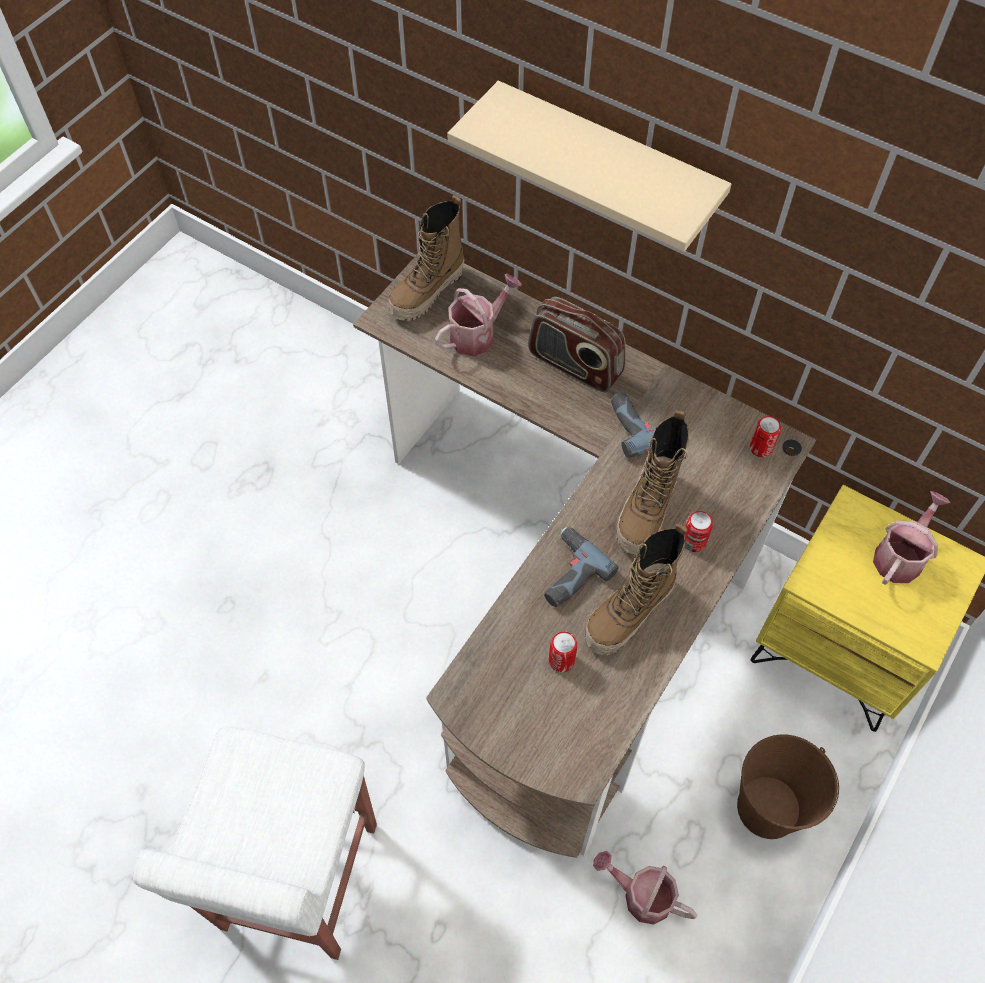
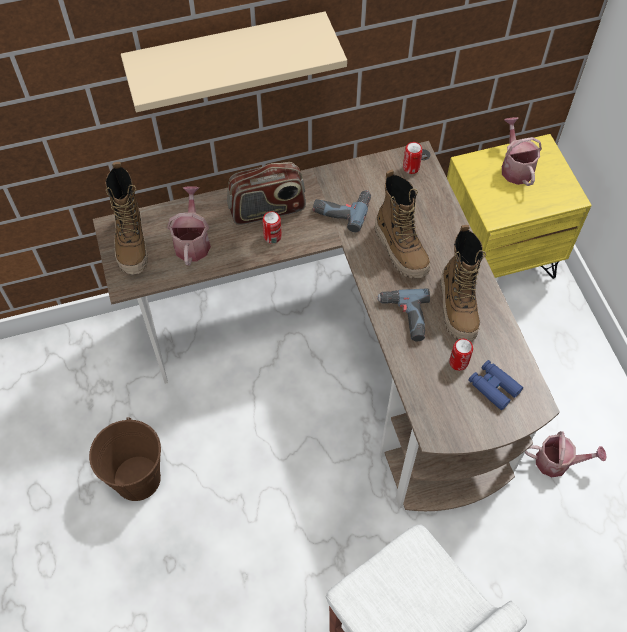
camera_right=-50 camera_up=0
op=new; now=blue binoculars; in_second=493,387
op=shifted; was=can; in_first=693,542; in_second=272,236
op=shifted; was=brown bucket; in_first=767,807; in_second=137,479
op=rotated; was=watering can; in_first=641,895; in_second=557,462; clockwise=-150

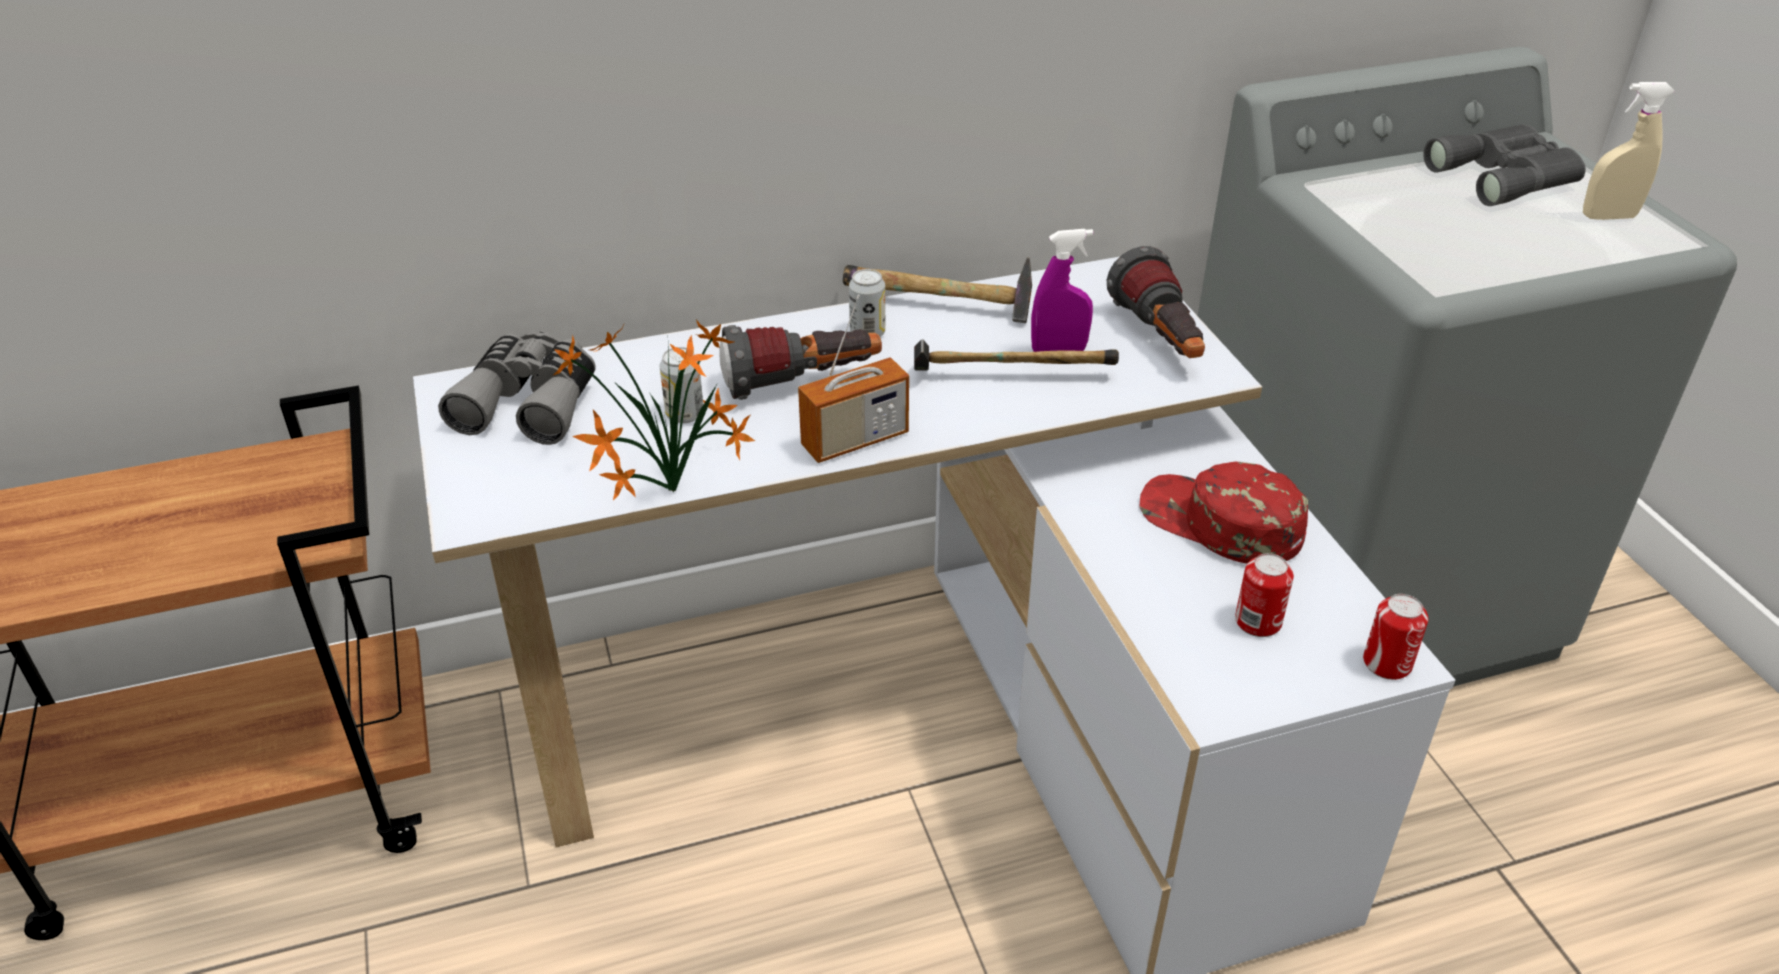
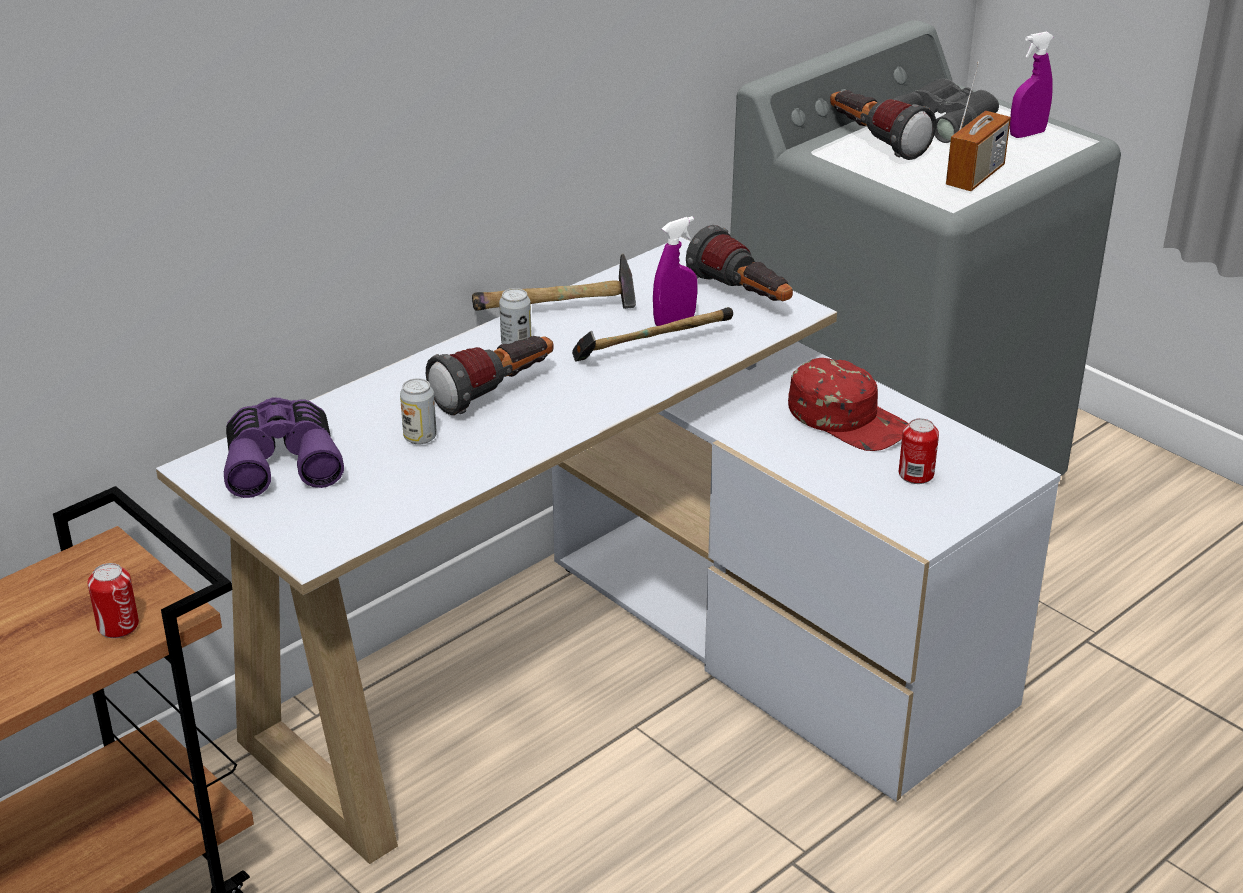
camera_right=-25 camera_up=-5
op=gone; was=potted plant; in_first=669,494
op=new; now=flashlight; in_second=874,142
op=shifted; was=radio; in_first=855,440; in_second=975,176
op=shifted; was=can; in_first=1387,663; in_second=118,626
op=repainted; was=grey binoculars; now=purple binoculars; in_first=531,403; in_second=282,461
op=repainted; was=beige spray bottle; now=purple spray bottle; in_first=1608,217; in_second=1027,134
op=rotated; was=red cap; in_first=1219,522; in_second=848,418; clockwise=-150

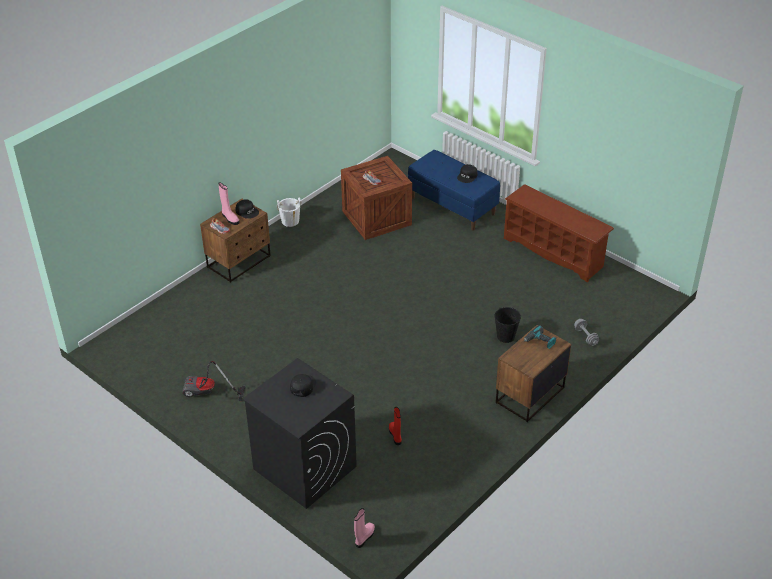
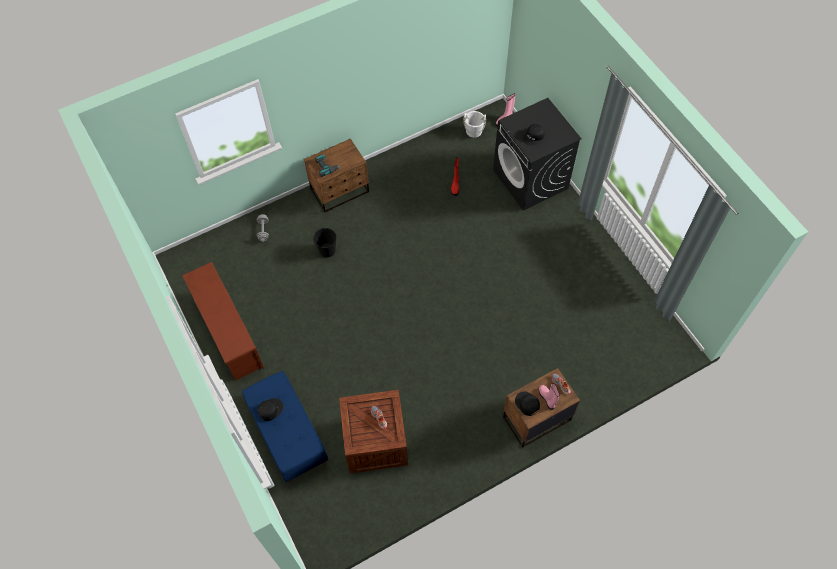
camera_right=-160 camera_up=20
op=gone; was=vacuum cleaner; in_first=208,393
op=shifted; was=white bucket; in_first=290,221; in_second=474,131

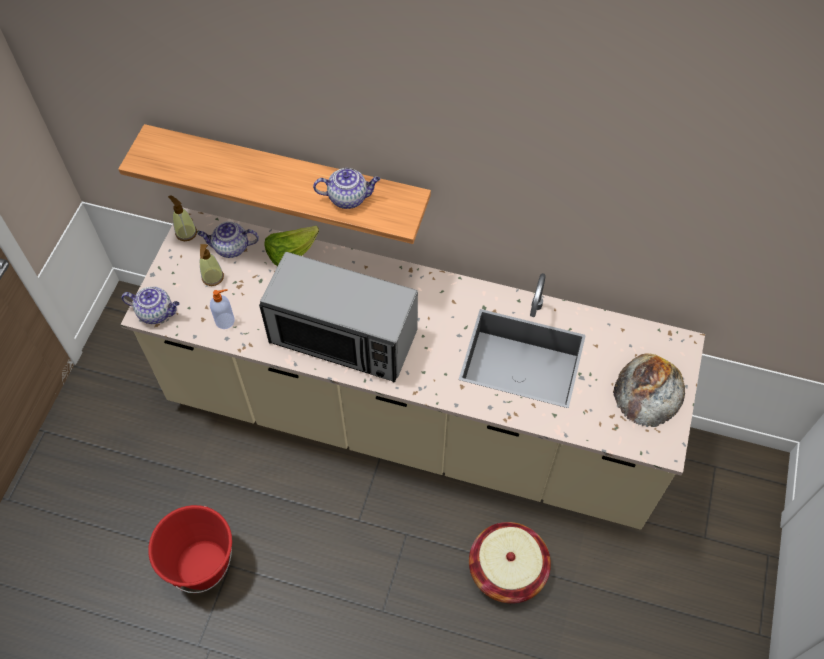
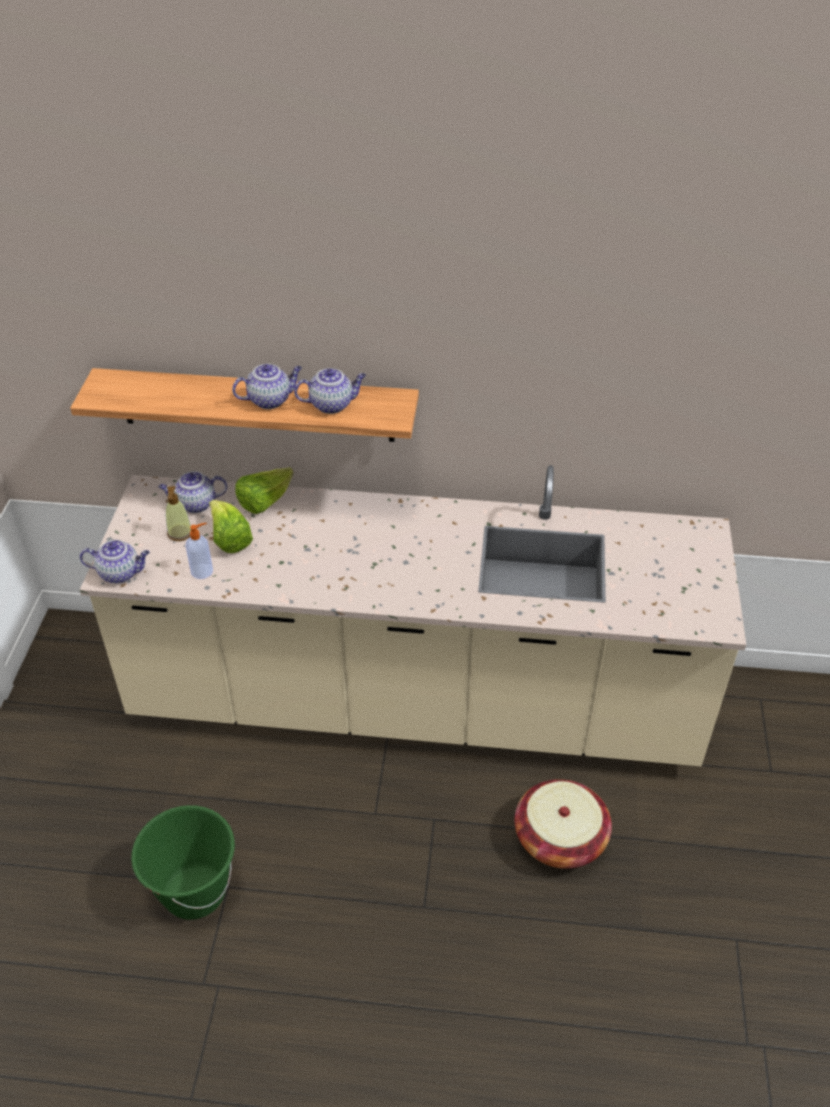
camera_right=-10 camera_up=-15
op=gone; was=soap dispenser; in_first=186,232
op=gone; was=microwave; in_first=343,337
op=gone; was=bread; in_first=649,389
op=new; now=lettuce; in_second=230,539
op=new; now=teapot; in_second=270,400
op=repainted; was=red bucket; now=green bucket; in_first=202,565; in_second=194,892

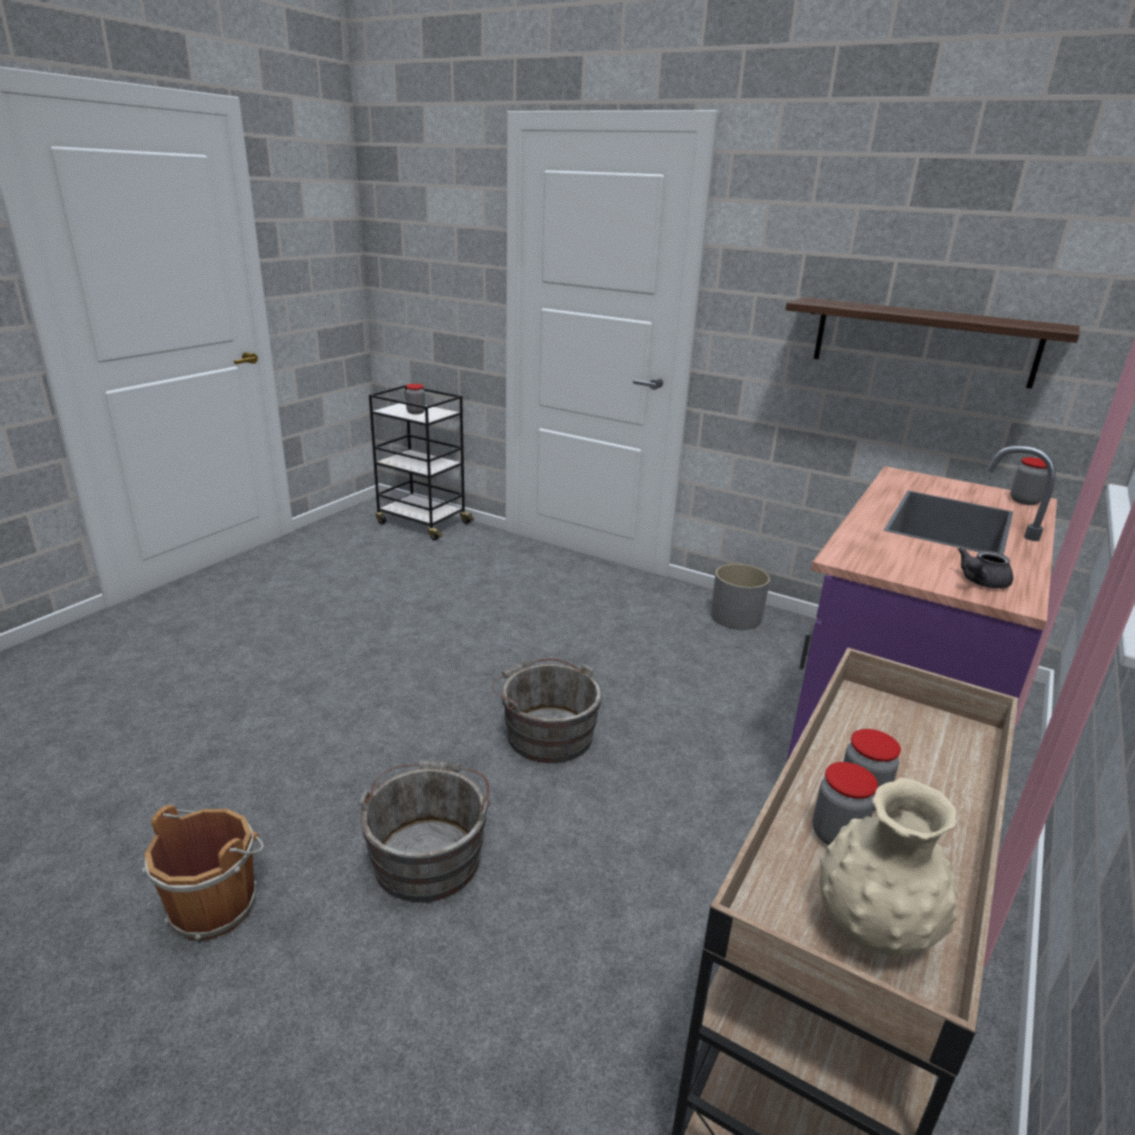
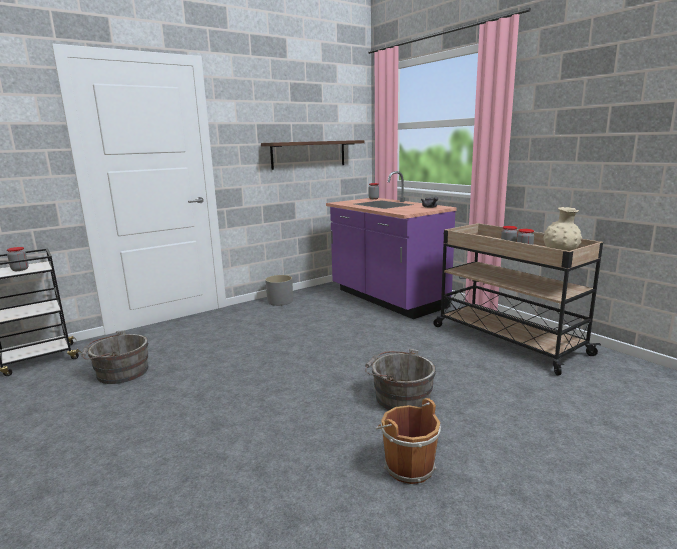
camera_right=-65 camera_up=-10
op=shifted; was=grey bucket; in_first=546,732; in_second=119,373

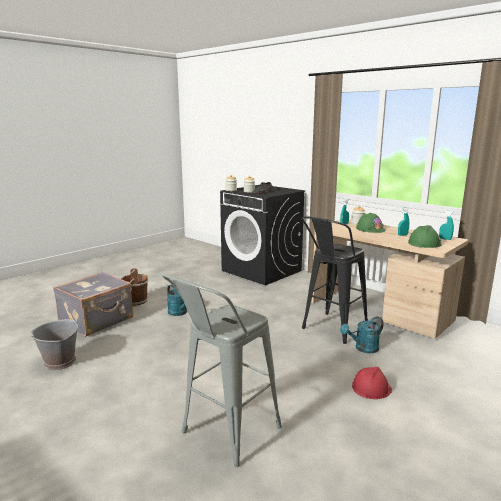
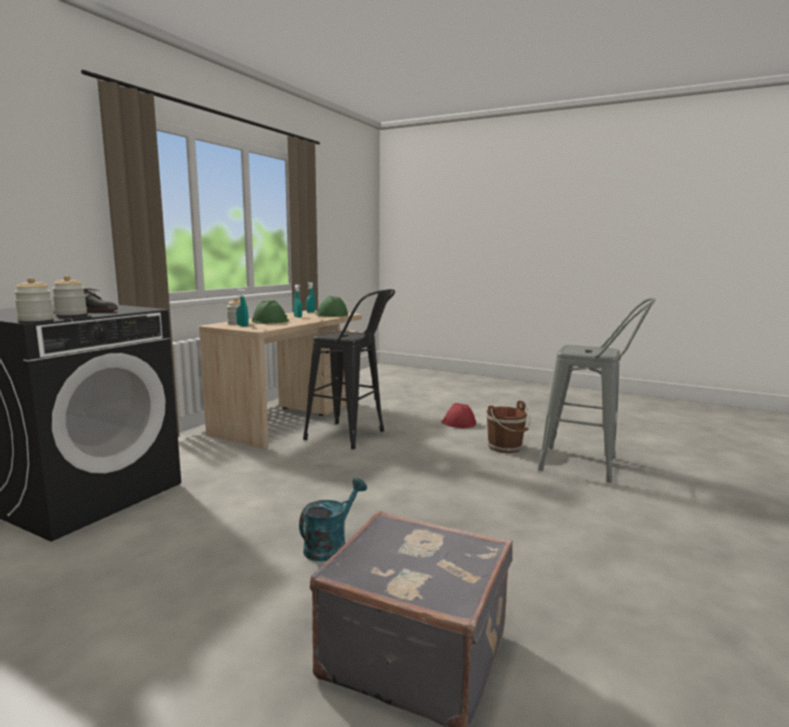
camera_right=-105 camera_up=-5
op=gone; was=grey bucket; in_first=59,362
op=gone; was=turquoise watering can; in_first=363,348
op=shifted; was=brown bucket; in_first=134,301; in_second=506,447

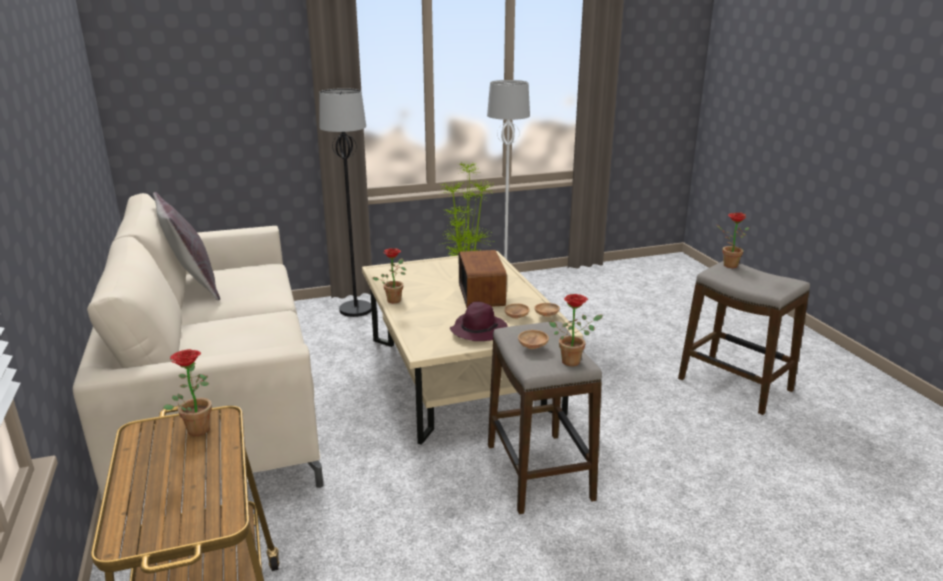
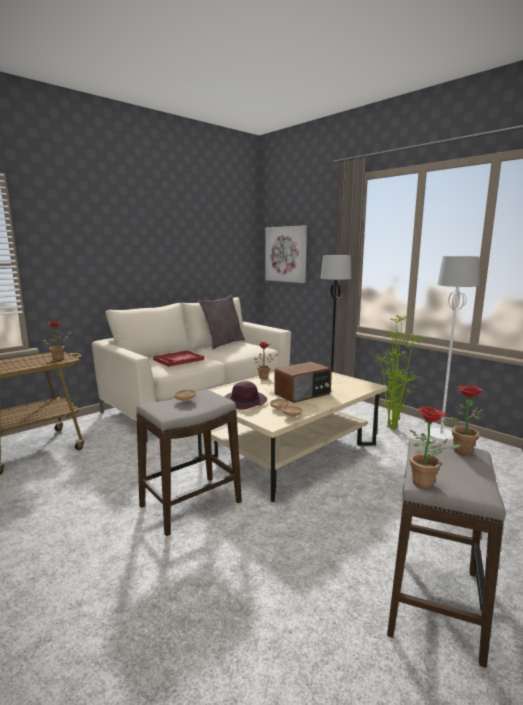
camera_right=65 camera_up=-10
op=new; now=red tray; in_second=179,360
op=new; now=picture; in_second=286,254
op=shifted; was=potted plant; in_first=574,360; in_second=427,484

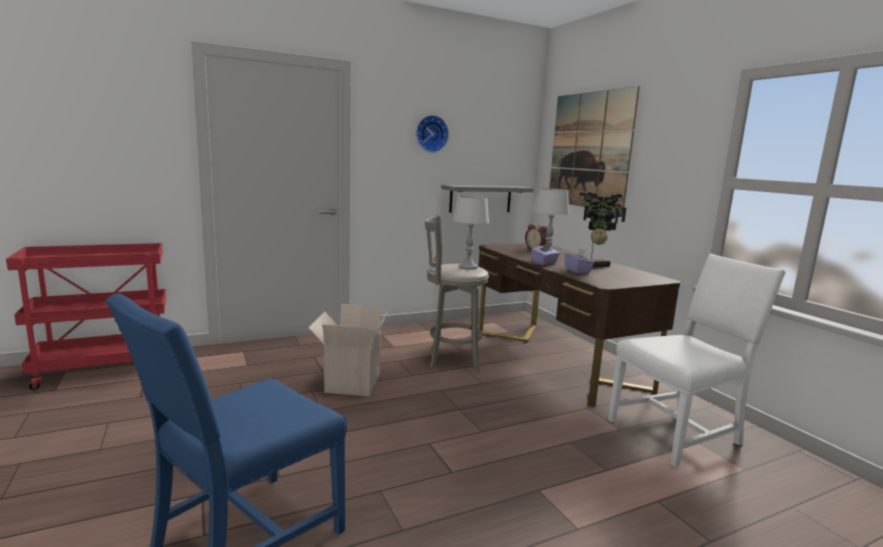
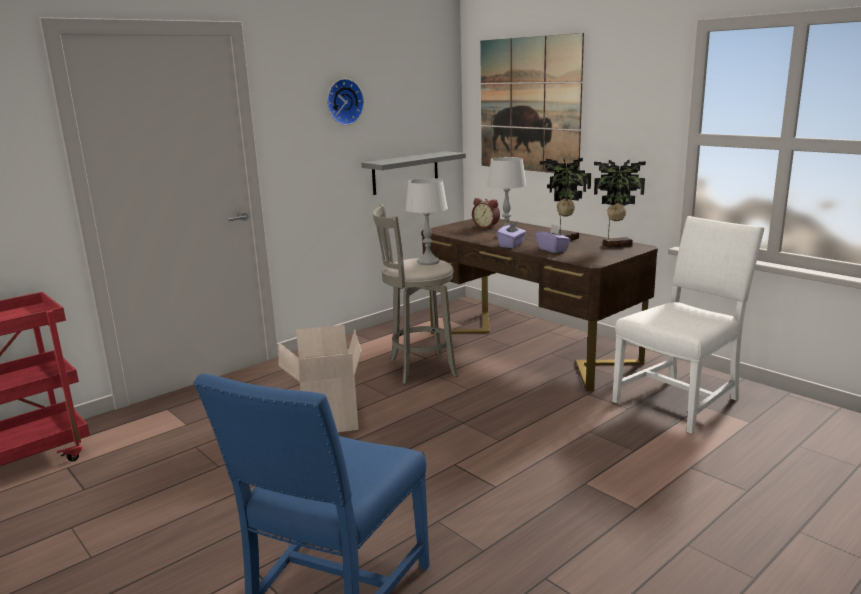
camera_right=-15 camera_up=5
op=new; now=potted plant; in_second=616,245

